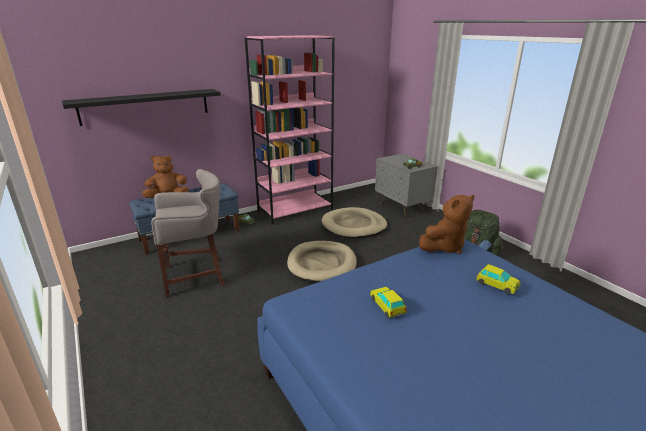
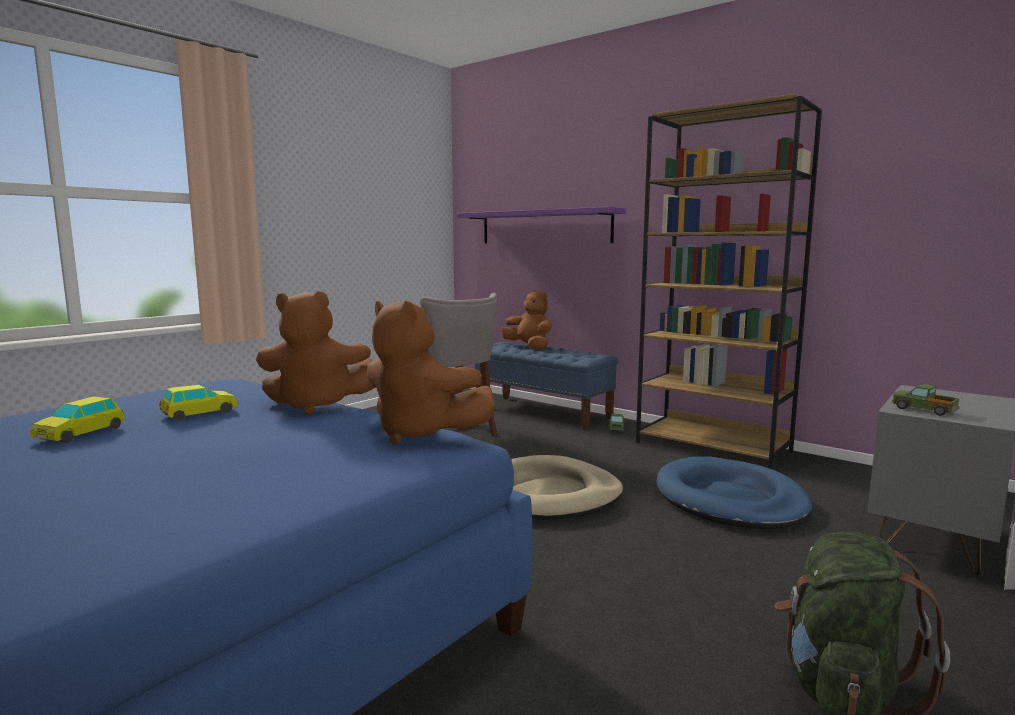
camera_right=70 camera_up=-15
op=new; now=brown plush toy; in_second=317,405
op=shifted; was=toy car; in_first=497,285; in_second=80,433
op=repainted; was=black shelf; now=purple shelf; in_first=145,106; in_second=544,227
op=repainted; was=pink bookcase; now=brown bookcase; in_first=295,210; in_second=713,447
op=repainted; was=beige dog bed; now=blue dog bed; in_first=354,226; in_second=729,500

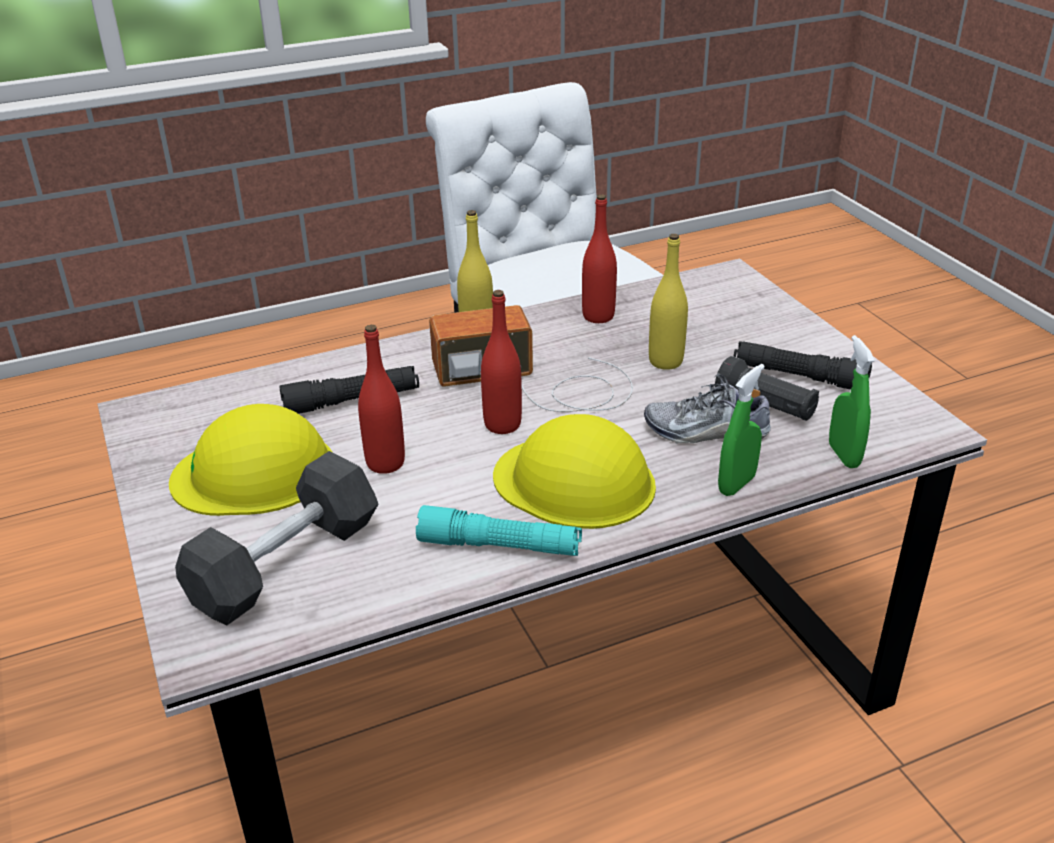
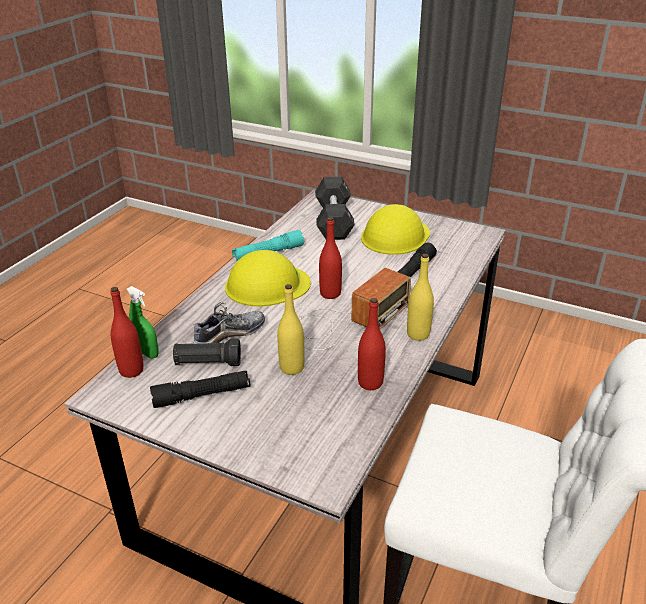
camera_right=140 camera_up=0
op=gone; was=green spray bottle; in_first=736,484
op=shifted; was=red bottle; in_first=385,463; in_second=131,370

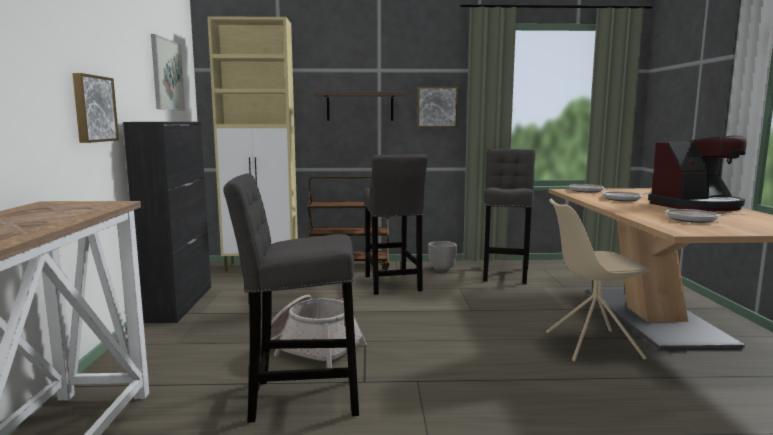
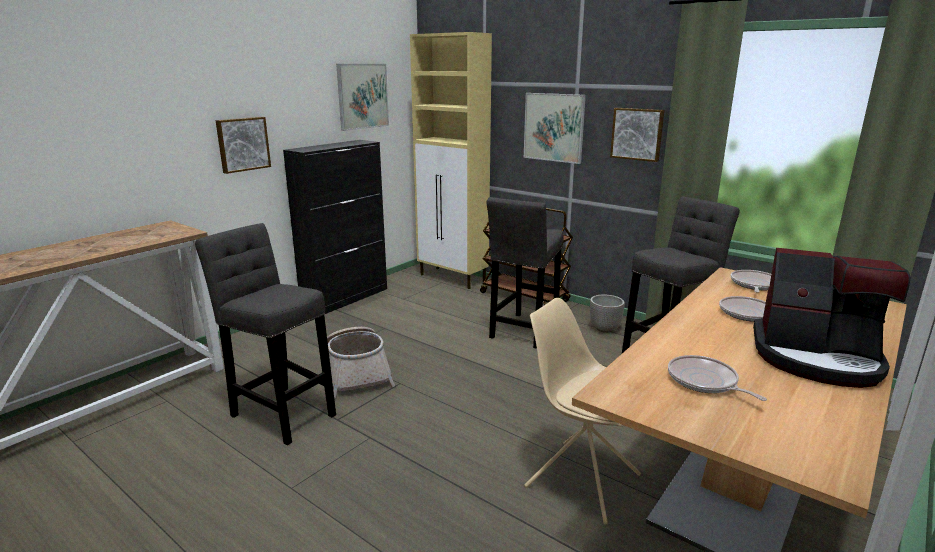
camera_right=40 camera_up=10
op=swapped; was=shelf; now=picture; in_first=360,106; in_second=554,127

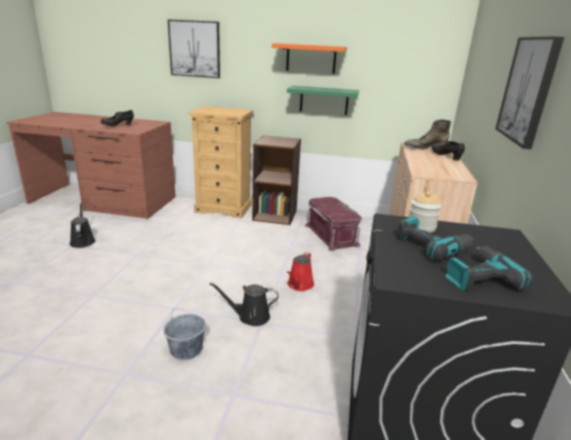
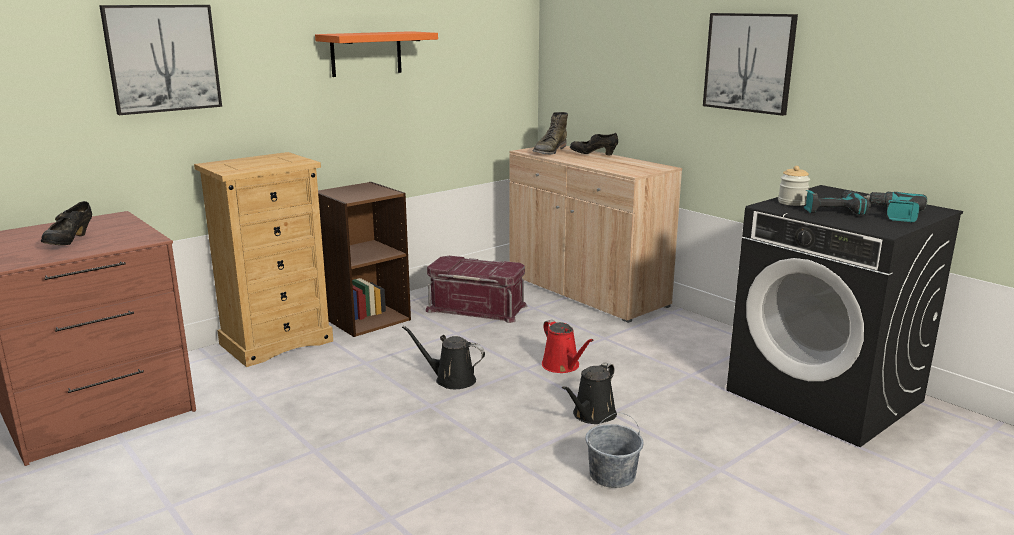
camera_right=-50 camera_up=-5
op=gone; was=green shelf; in_first=324,100
op=shifted; was=black watering can; in_first=82,241; in_second=451,379

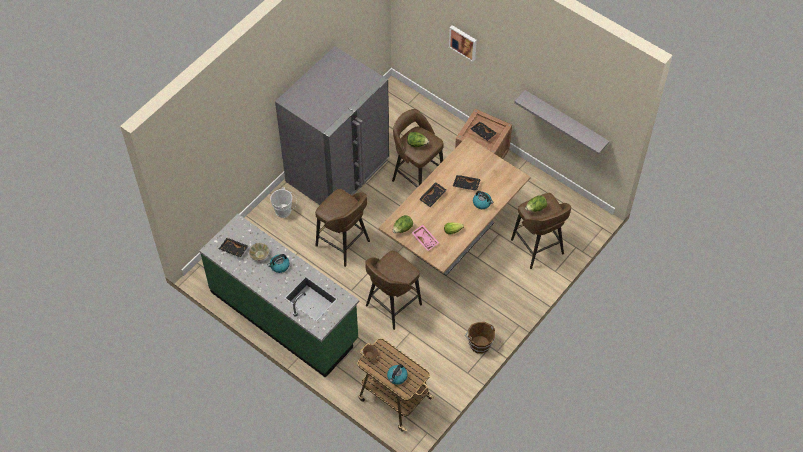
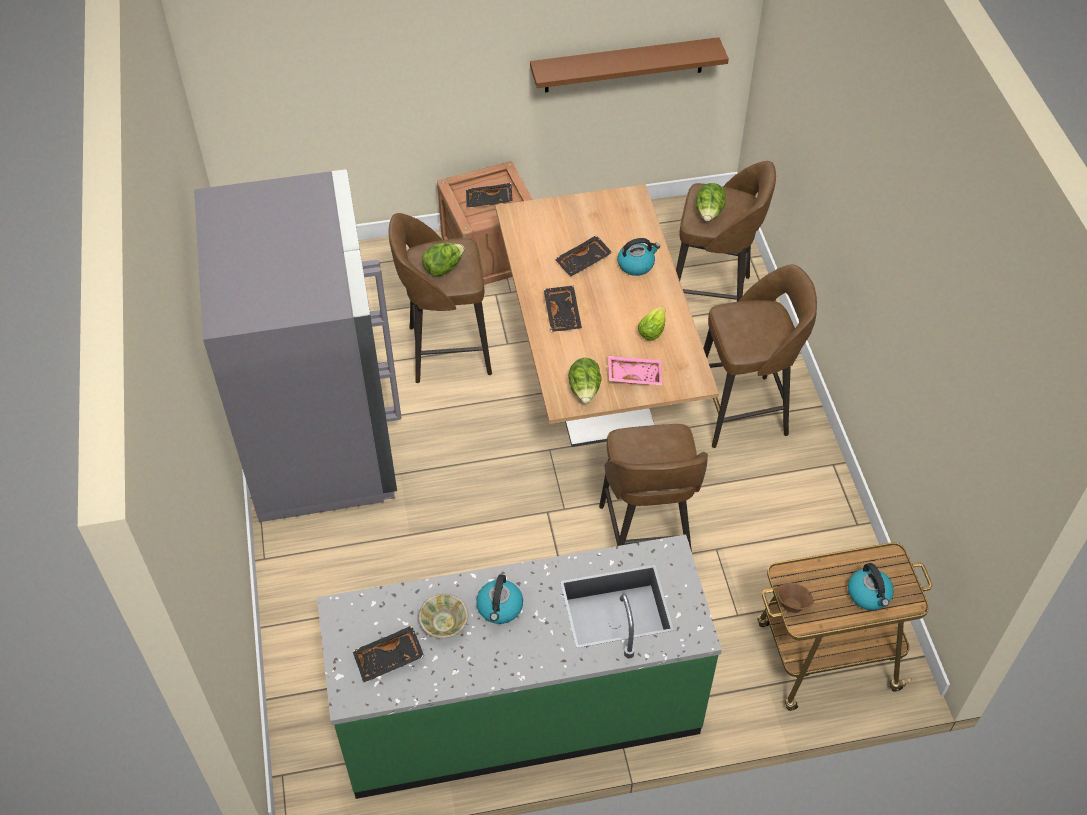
camera_right=-50 camera_up=-5
op=gone; was=white bucket; in_first=285,211
op=gone; was=picture; in_first=463,42
op=gone; was=brown bucket; in_first=479,343
op=shifted; was=brown stool; in_first=344,244; in_second=743,411
op=repainted; was=grey shelf; now=brown shelf; in_first=565,121; in_second=624,65

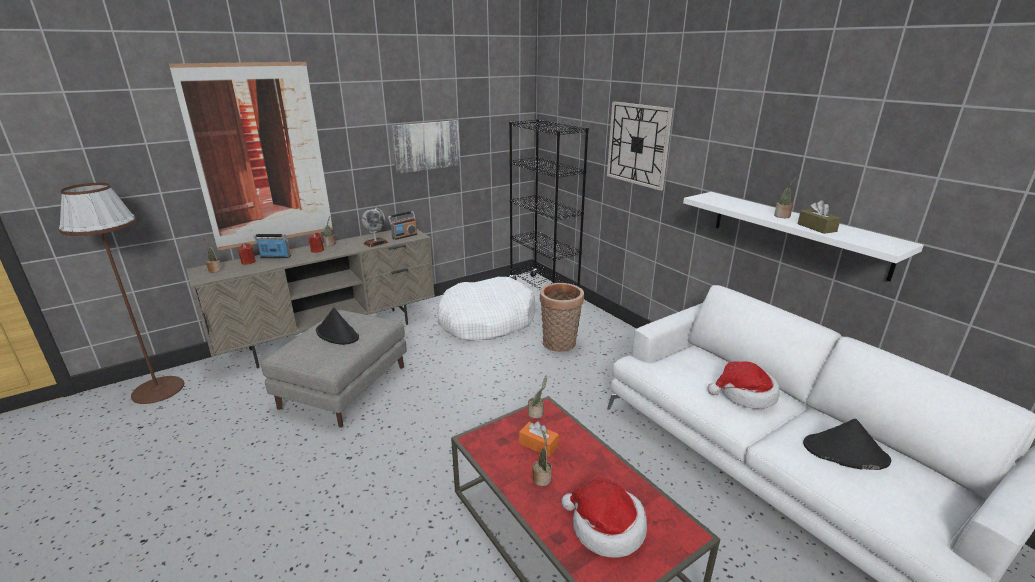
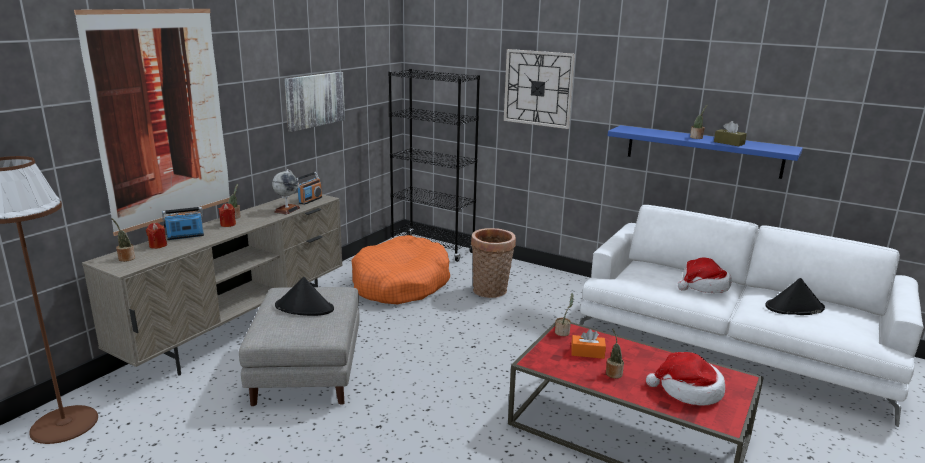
camera_right=-25 camera_up=-5
op=repainted; was=white dog bed; now=orange dog bed; in_first=486,321; in_second=400,284
op=repainted; was=white shelf; now=blue shelf; in_first=796,232; in_second=703,151

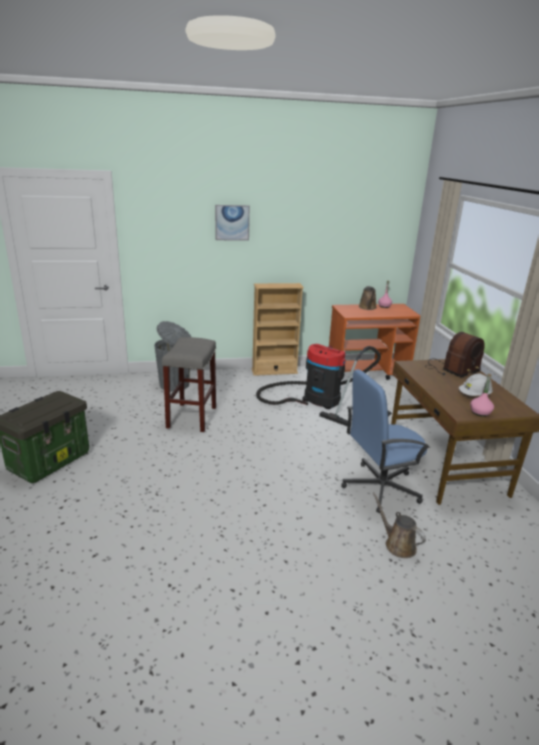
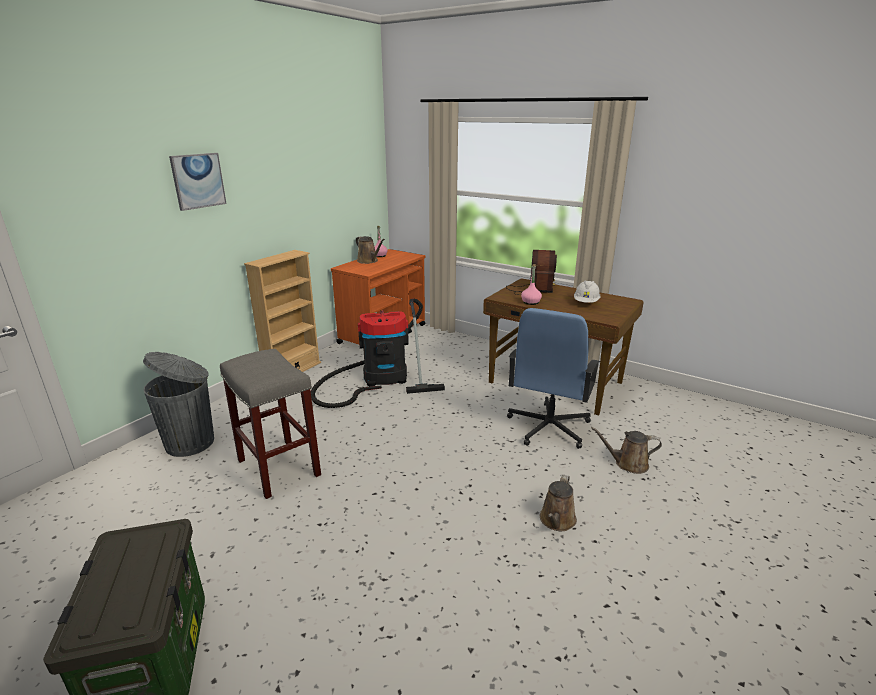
camera_right=-45 camera_up=0
op=new; now=brown watering can; in_second=557,521
op=shifted; was=pink bottle; in_first=480,412; in_second=531,302

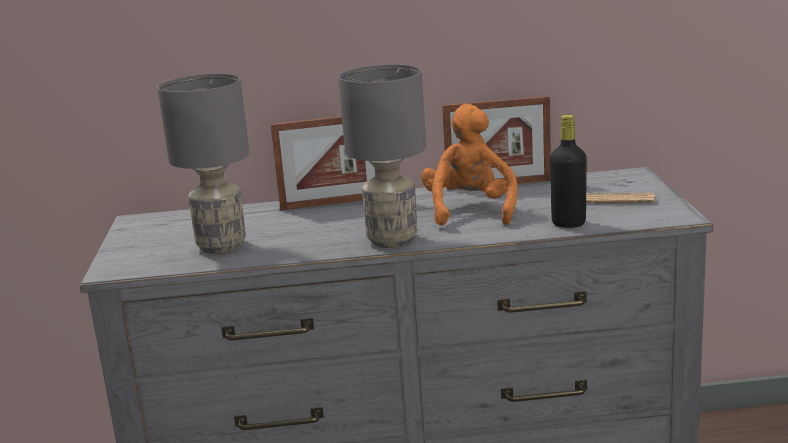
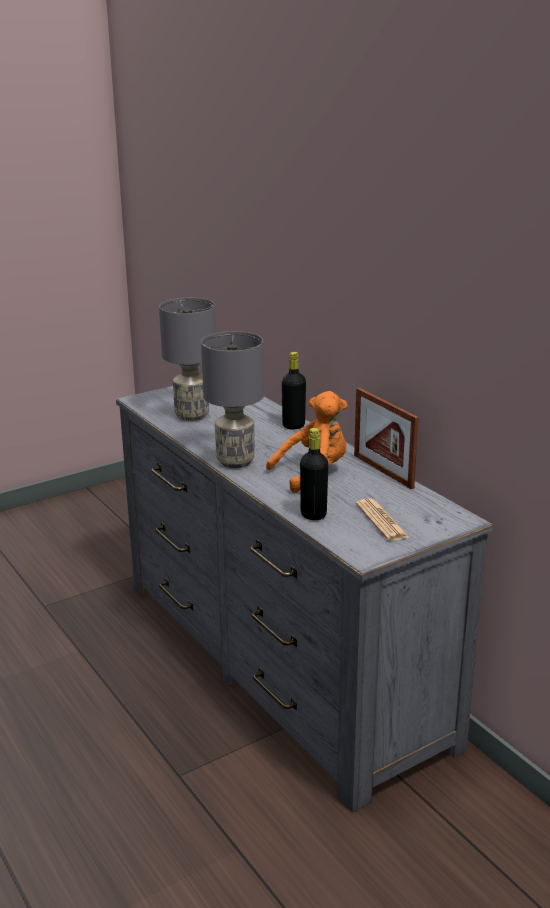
camera_right=60 camera_up=5
op=swapped; was=picture frame; now=black bottle; in_first=333,203; in_second=293,426

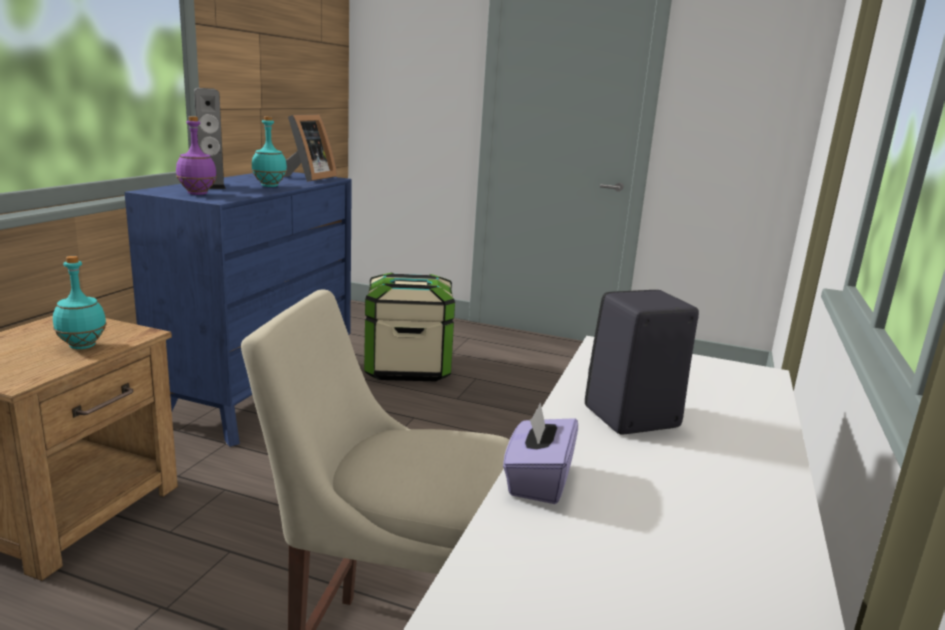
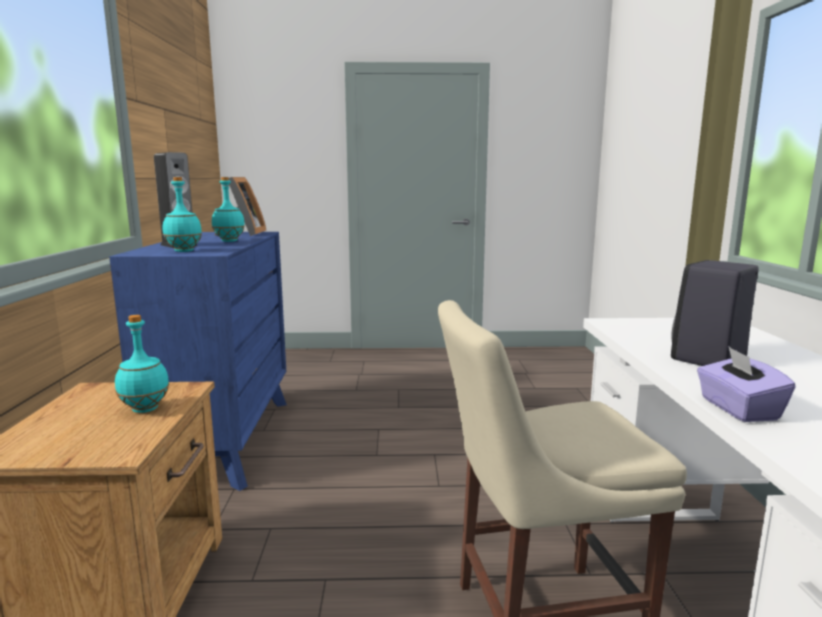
camera_right=-20 camera_up=-5
op=gone; was=storage box; in_first=408,367
op=repainted; was=purple bottle; now=turquoise bottle; in_first=197,194; in_second=183,251

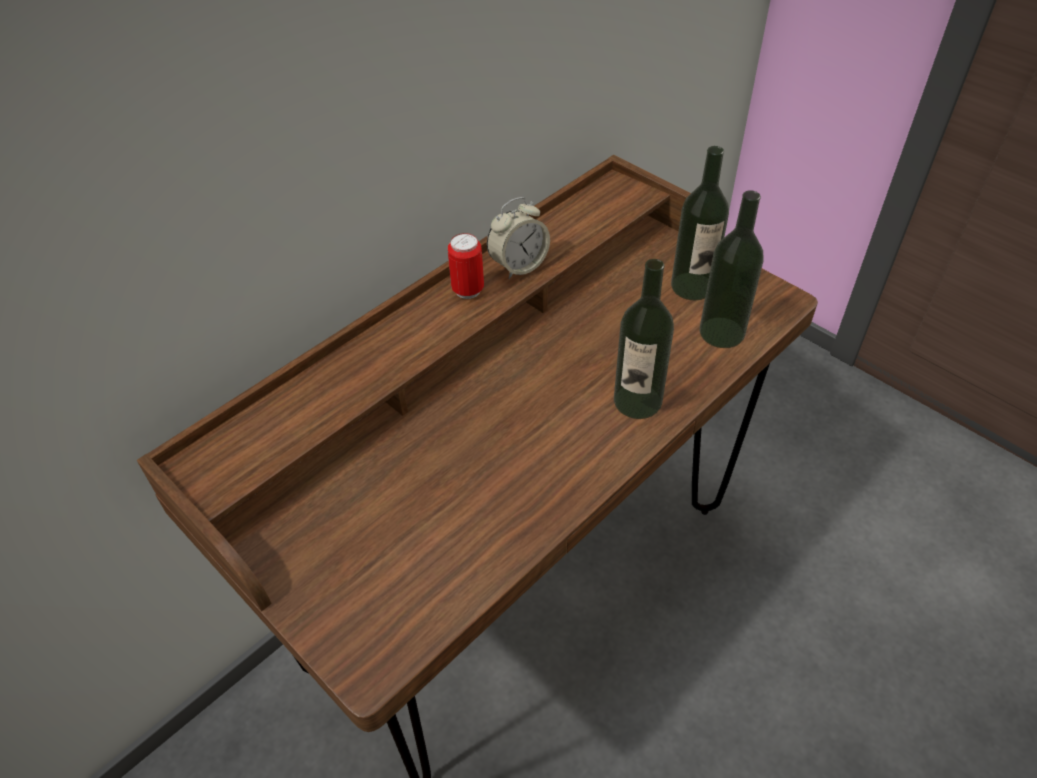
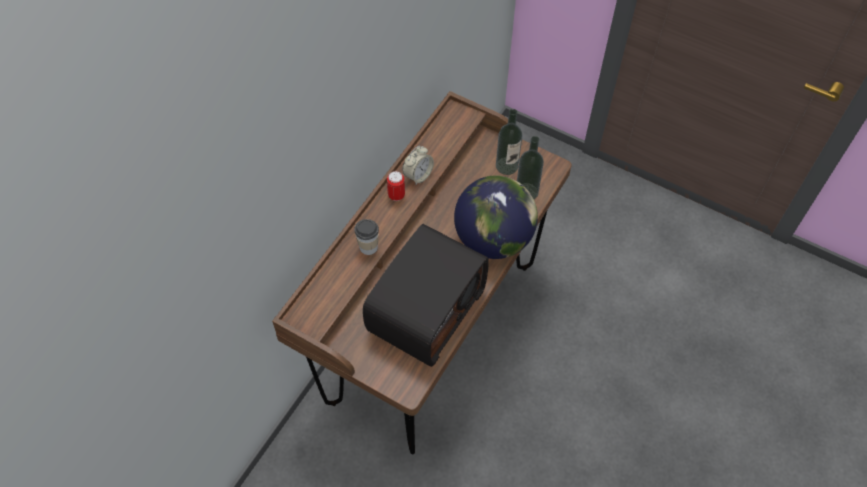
camera_right=-15 camera_up=10
op=new; now=cup; in_second=368,247
op=new; now=radio; in_second=425,309
op=swapped; was=bottle; now=globe; in_first=637,401; in_second=493,239

